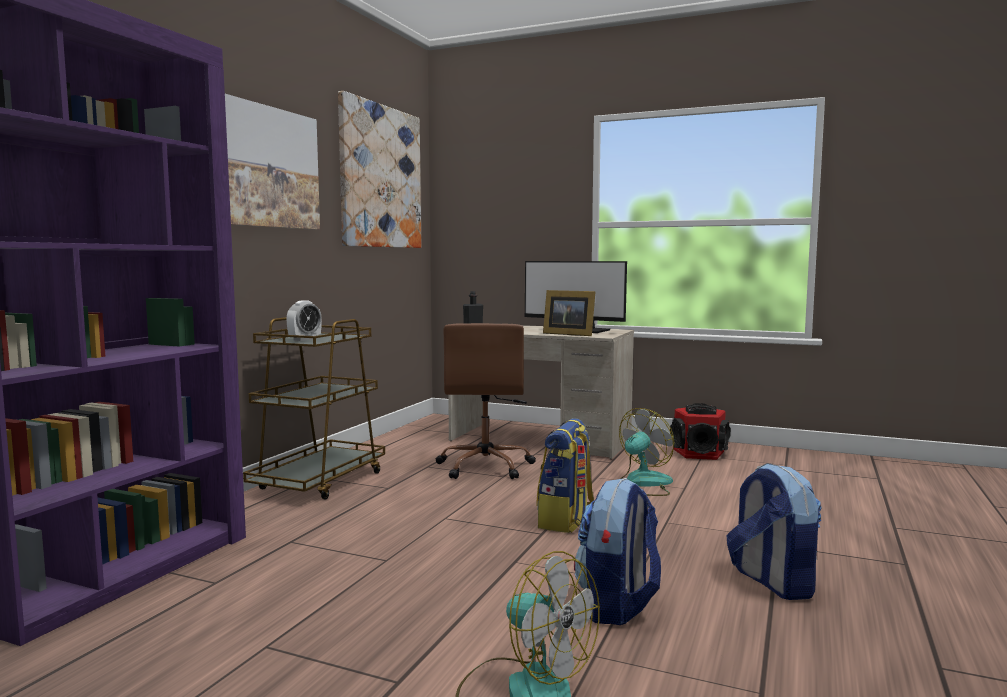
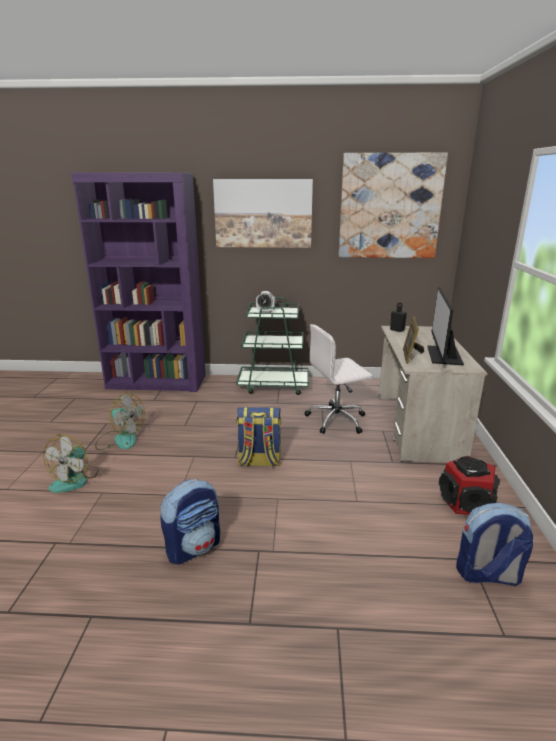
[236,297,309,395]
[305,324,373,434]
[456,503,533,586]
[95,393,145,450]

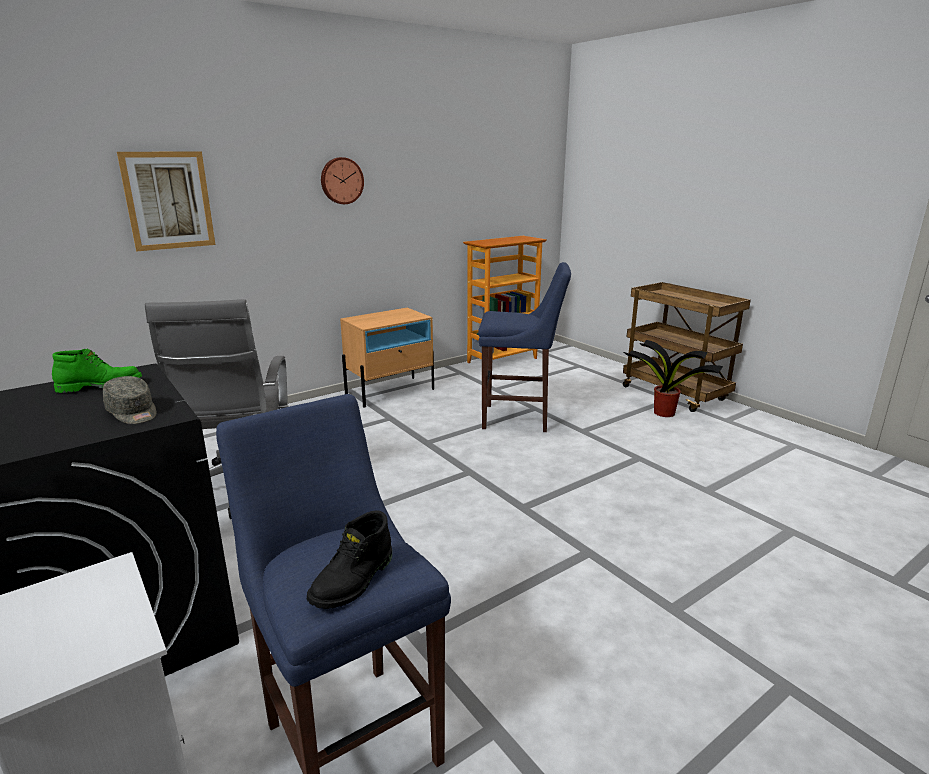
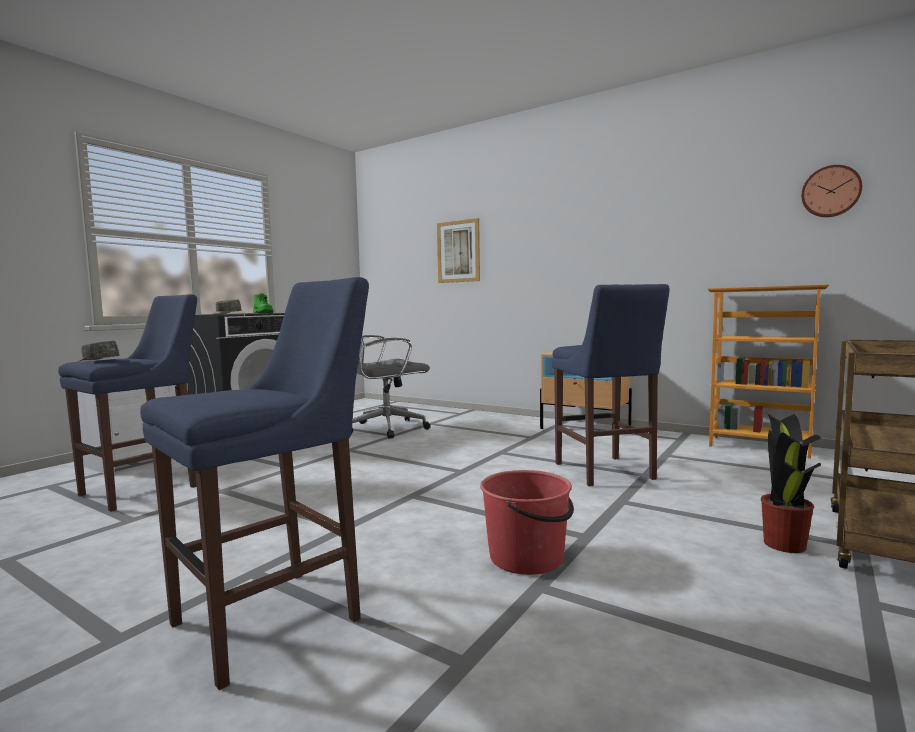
[78,341,119,362]
[801,165,863,217]
[140,277,369,690]
[480,470,574,575]

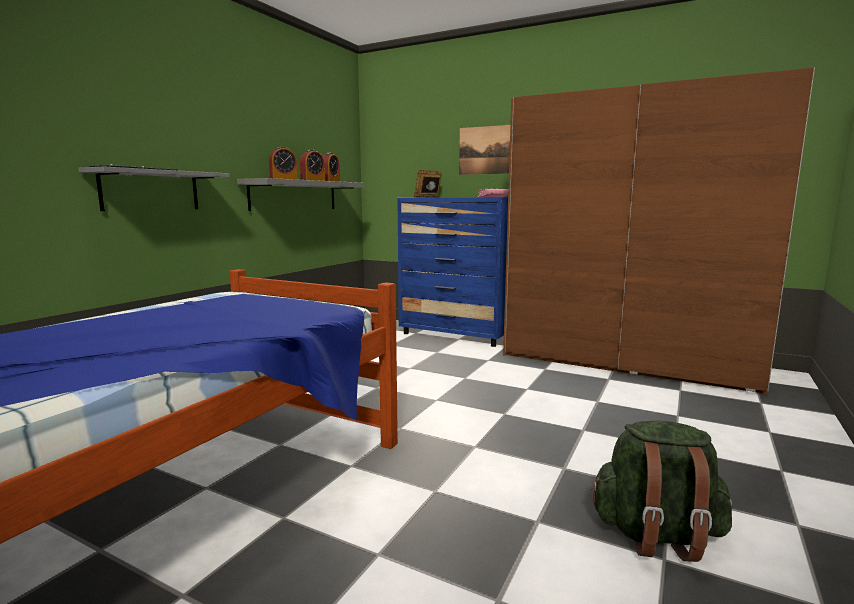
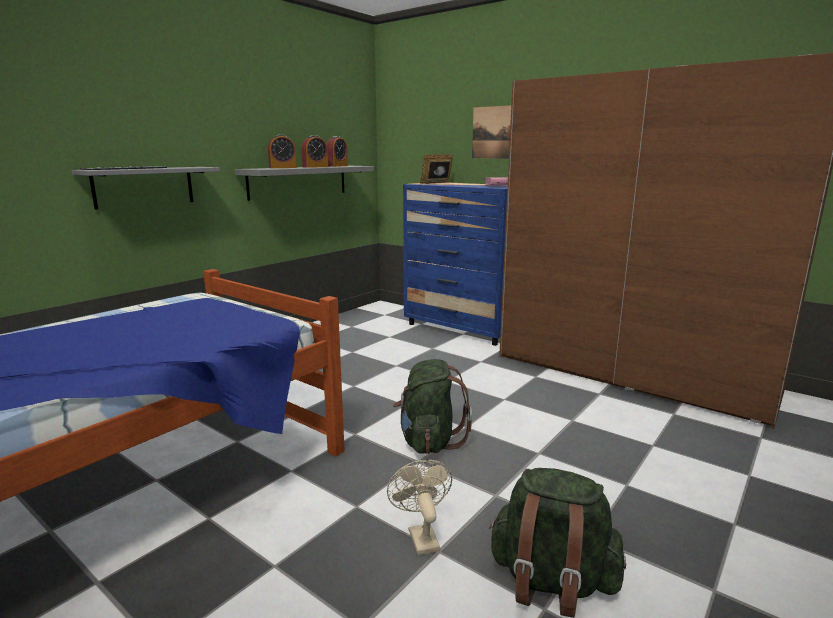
[387,459,452,555]
[393,359,472,454]

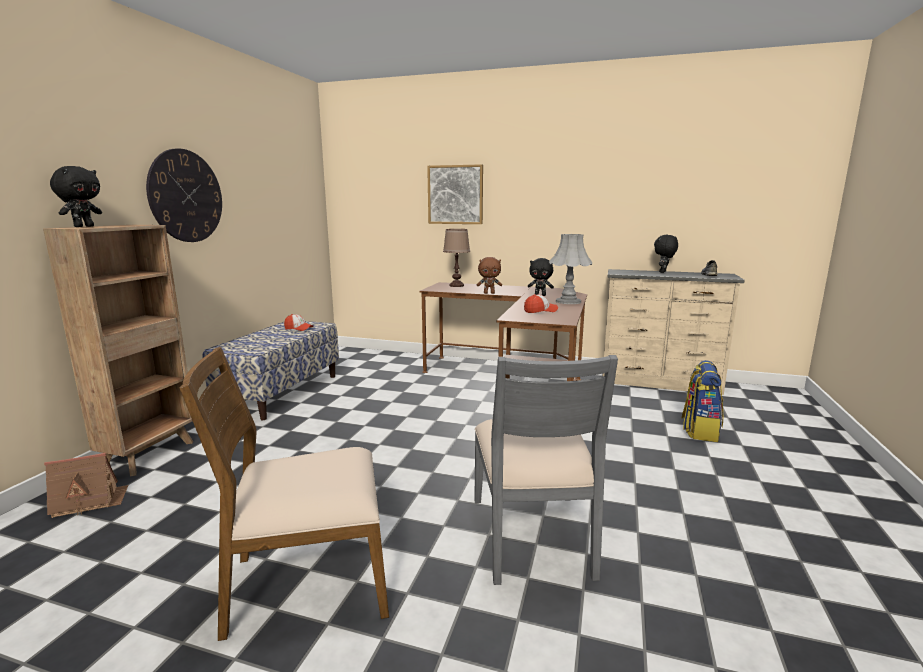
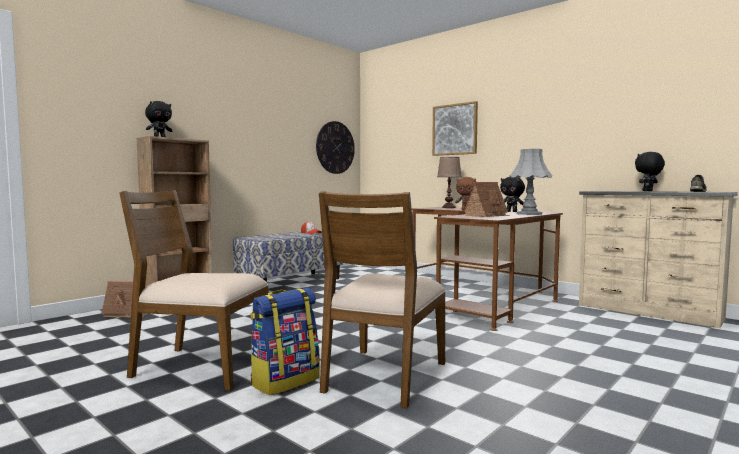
[316,121,355,174]
[319,191,446,408]
[463,182,510,217]
[250,288,320,395]

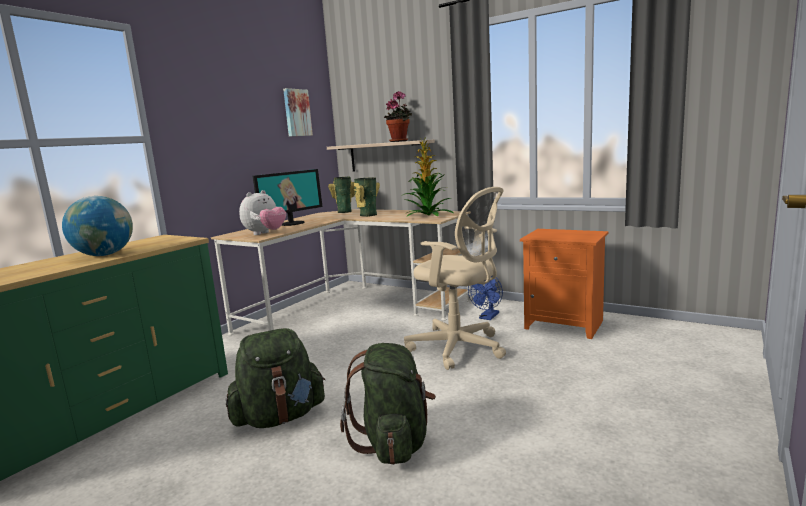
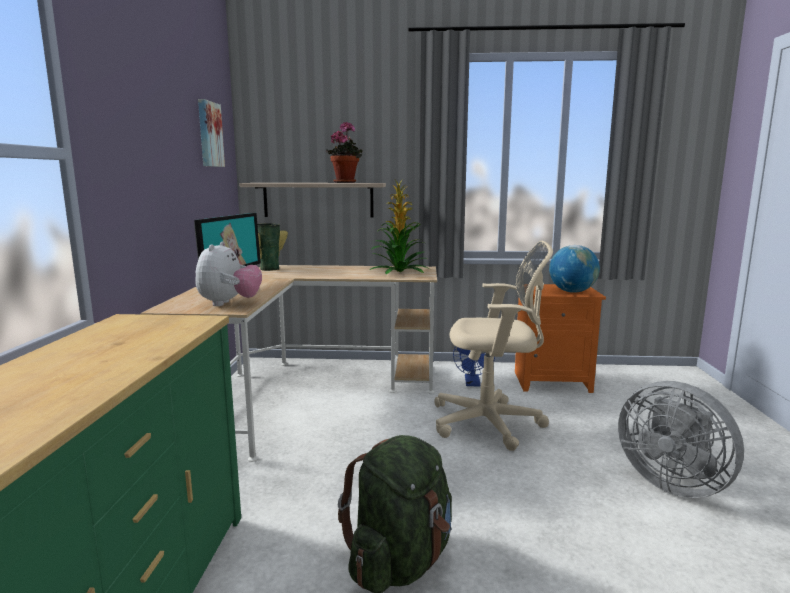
[549,245,600,293]
[340,343,436,465] (first image)
[354,178,380,217] (first image)
[618,381,744,498]

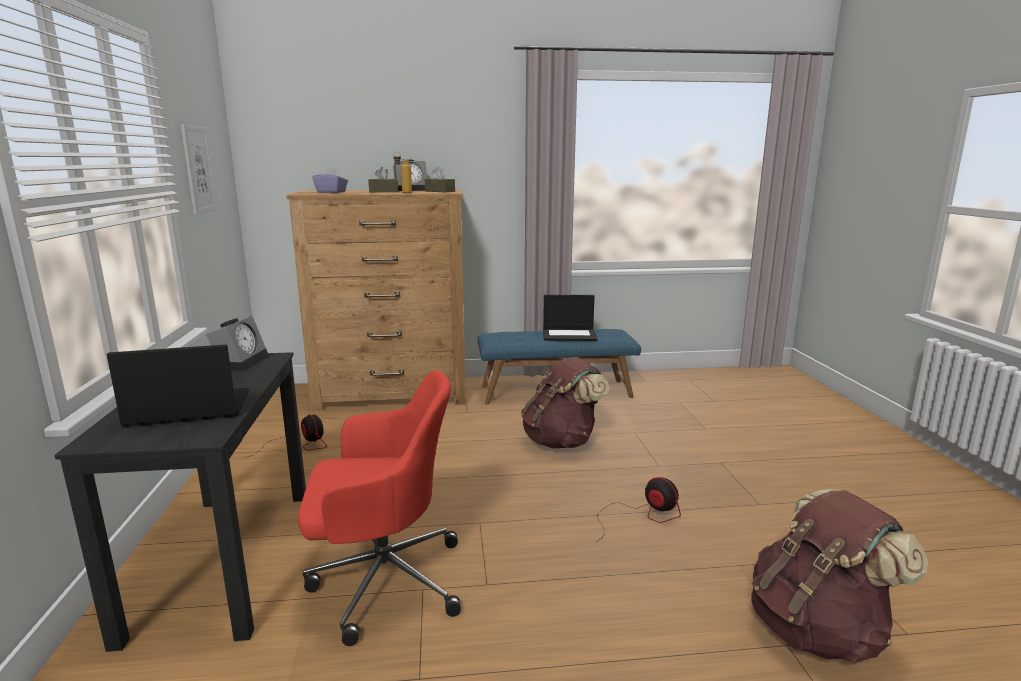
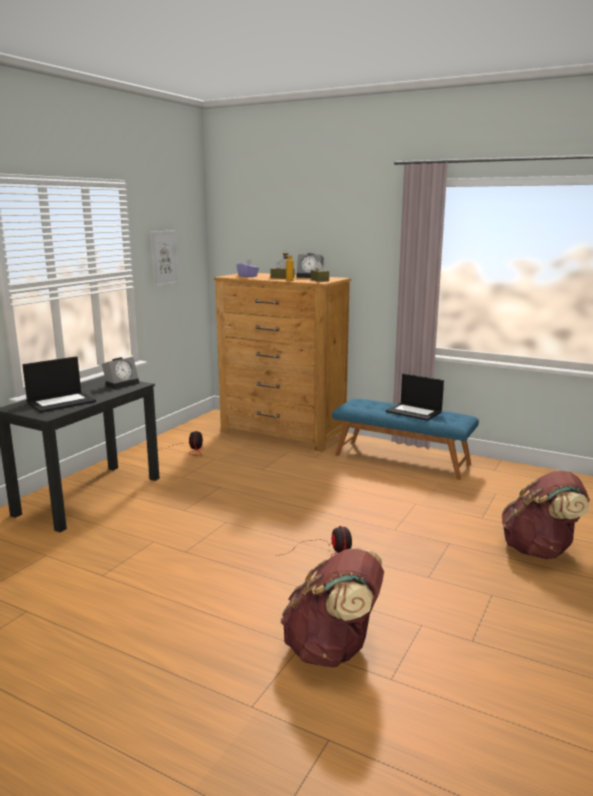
[22,356,96,413]
[298,370,461,646] (first image)
[502,471,590,559]

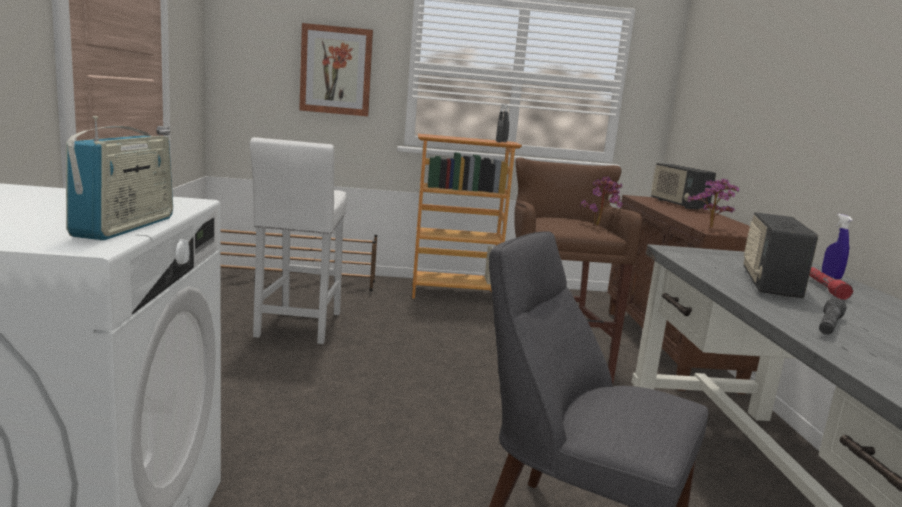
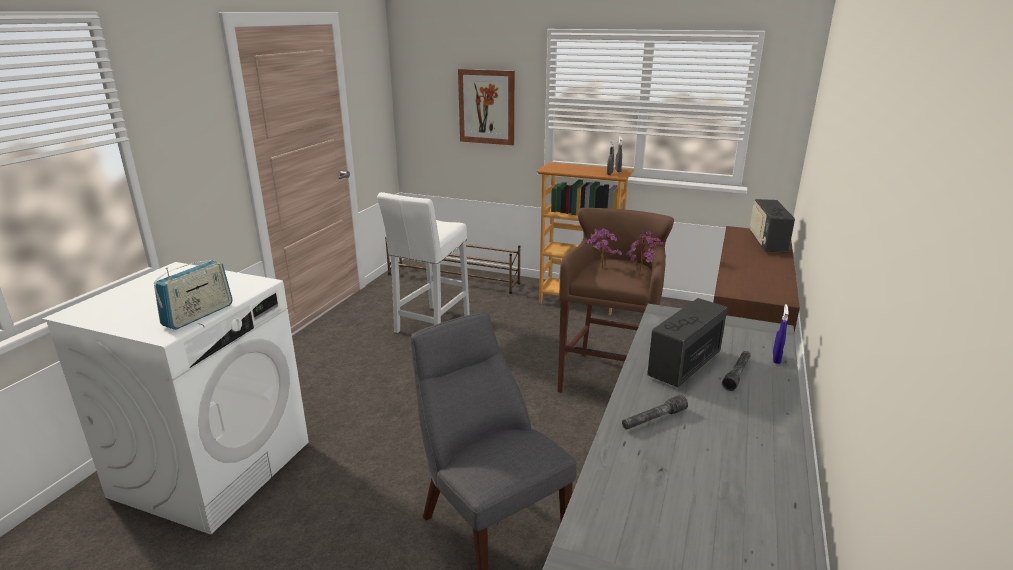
[585,228,622,268]
[722,351,751,391]

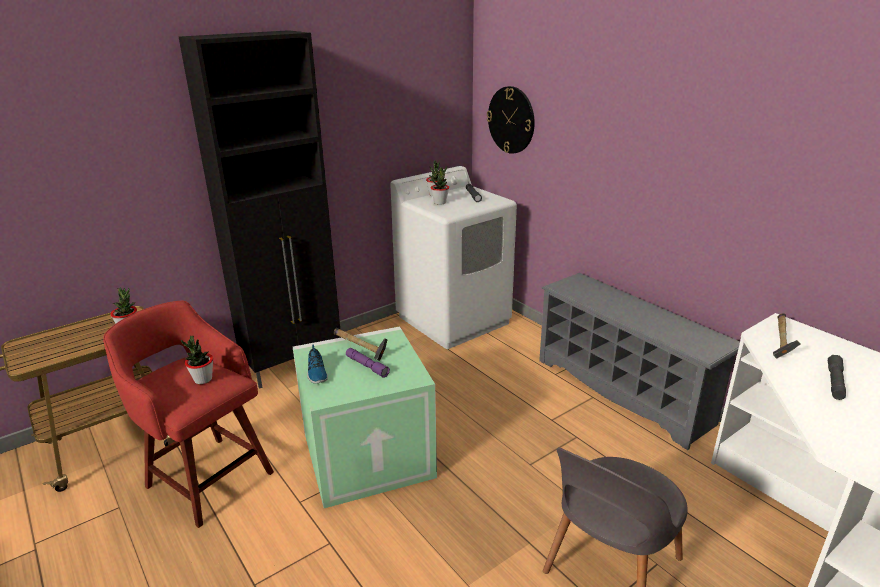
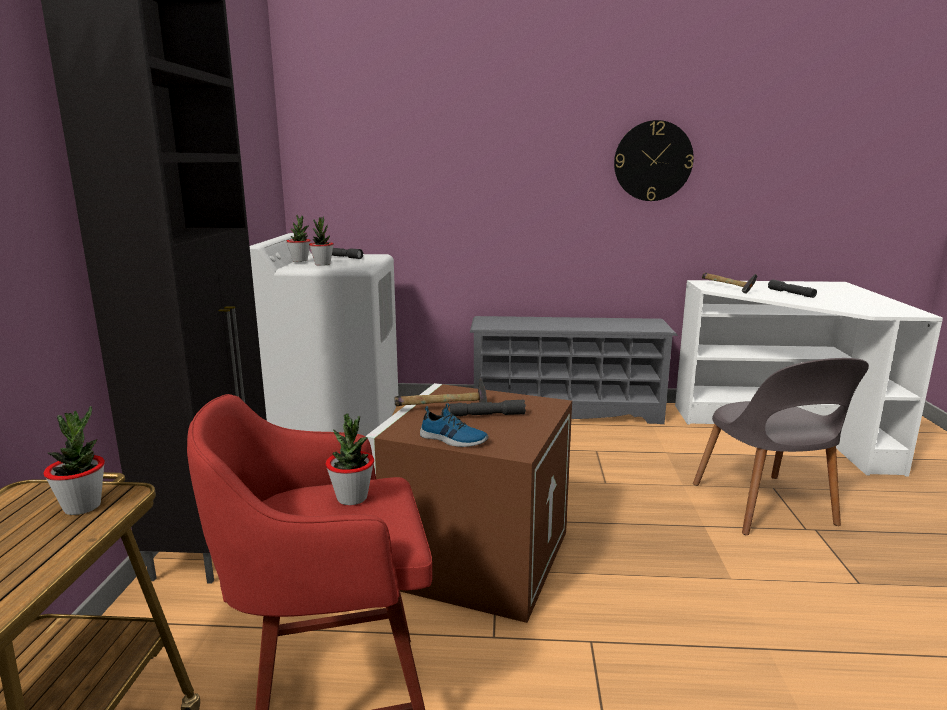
[365,383,572,623]
[450,399,526,416]
[614,120,694,201]

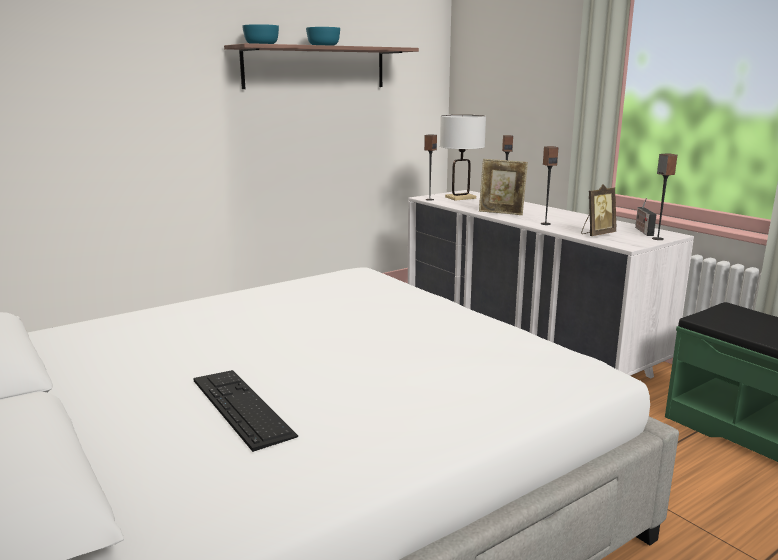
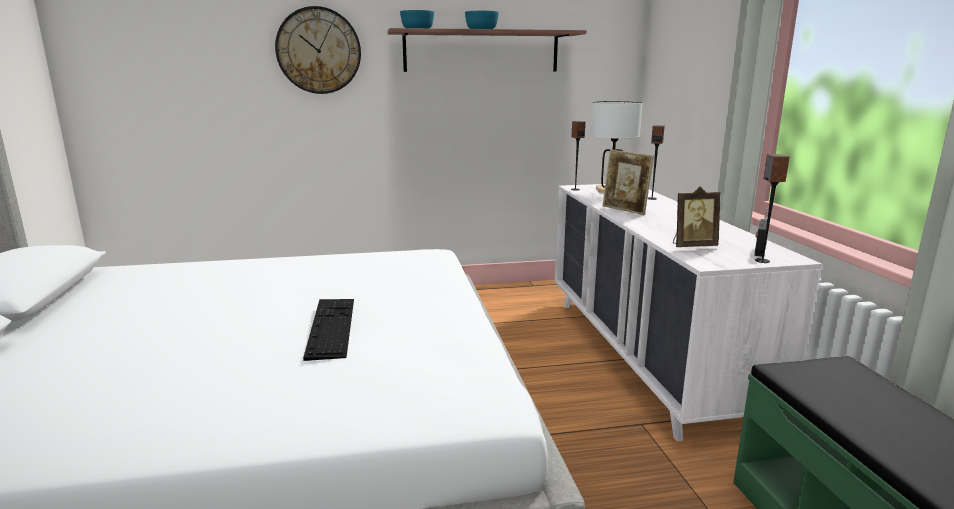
[303,299,354,361]
[541,146,558,225] (first image)
[275,6,361,94]

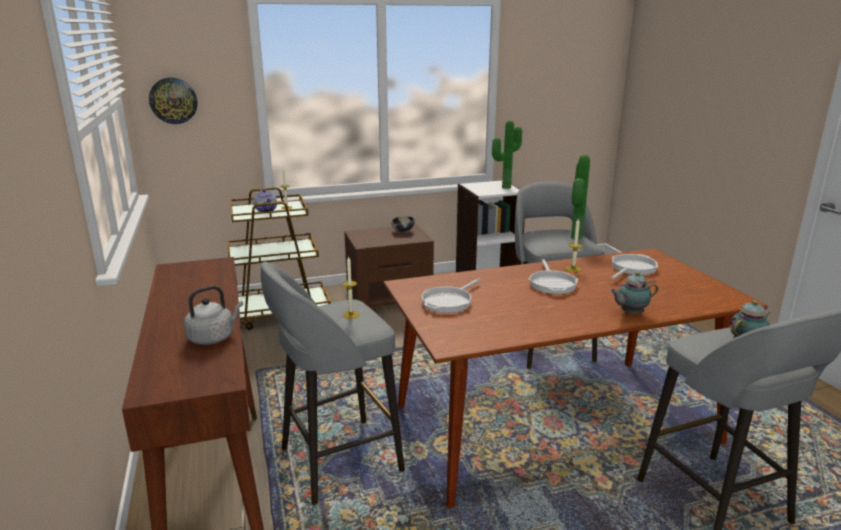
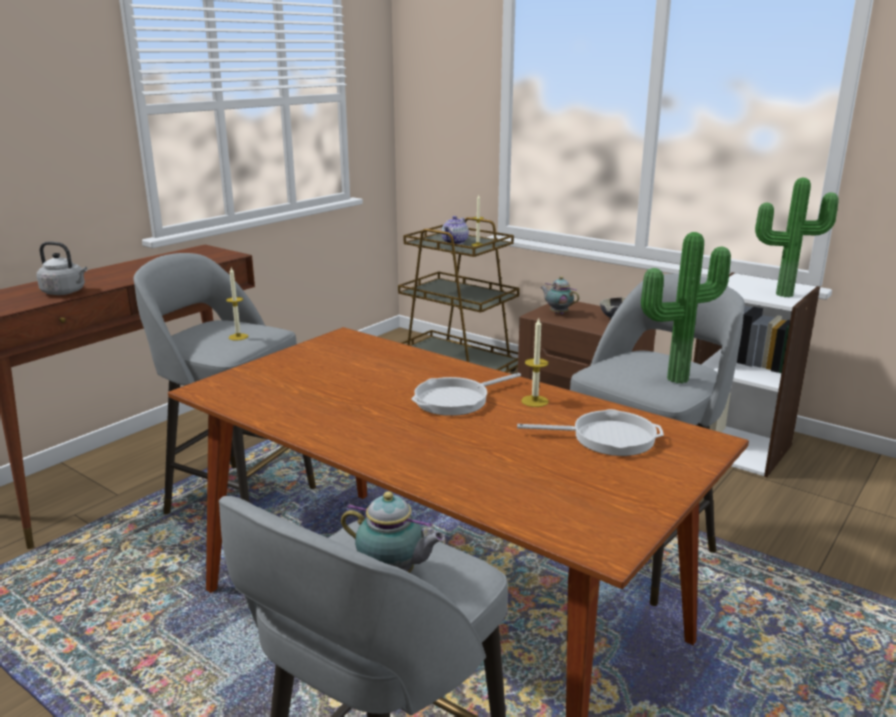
[149,78,198,124] (first image)
[422,278,480,313] (first image)
[540,276,579,314]

